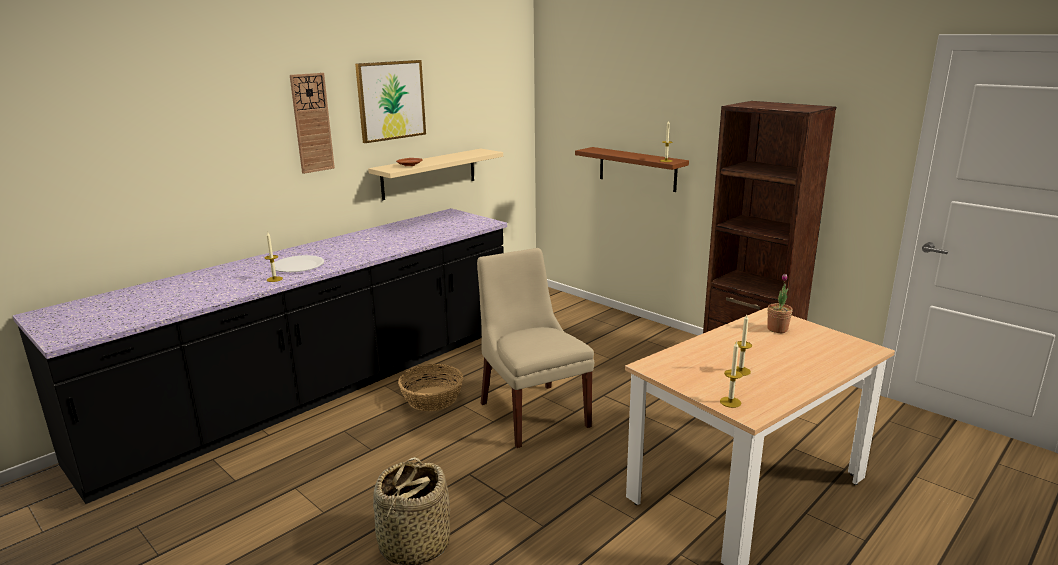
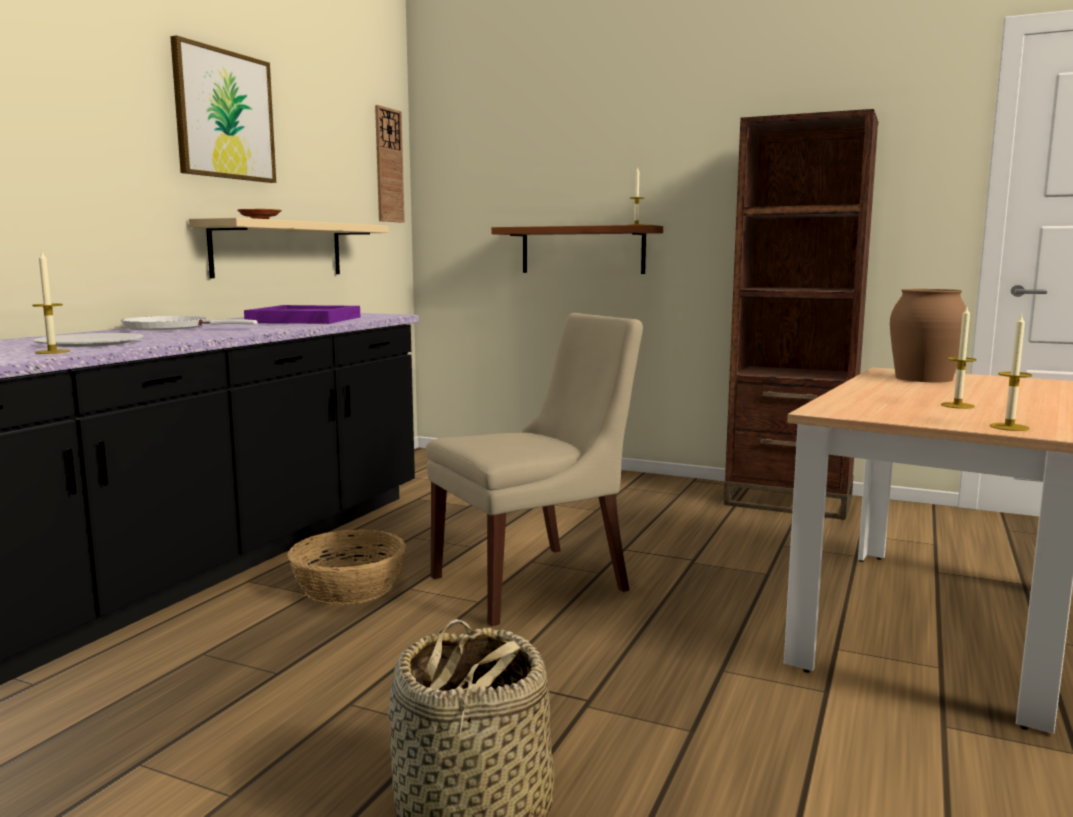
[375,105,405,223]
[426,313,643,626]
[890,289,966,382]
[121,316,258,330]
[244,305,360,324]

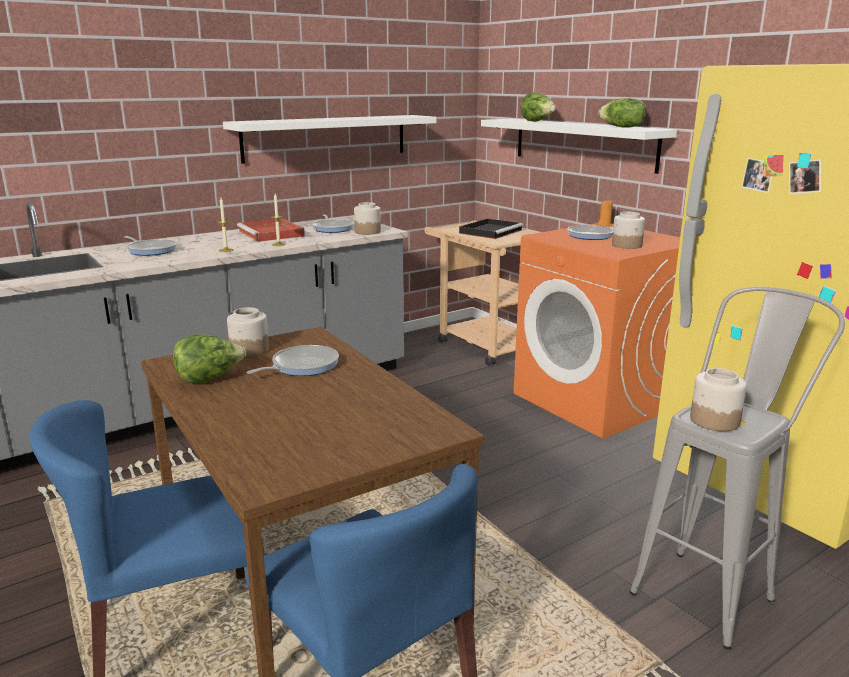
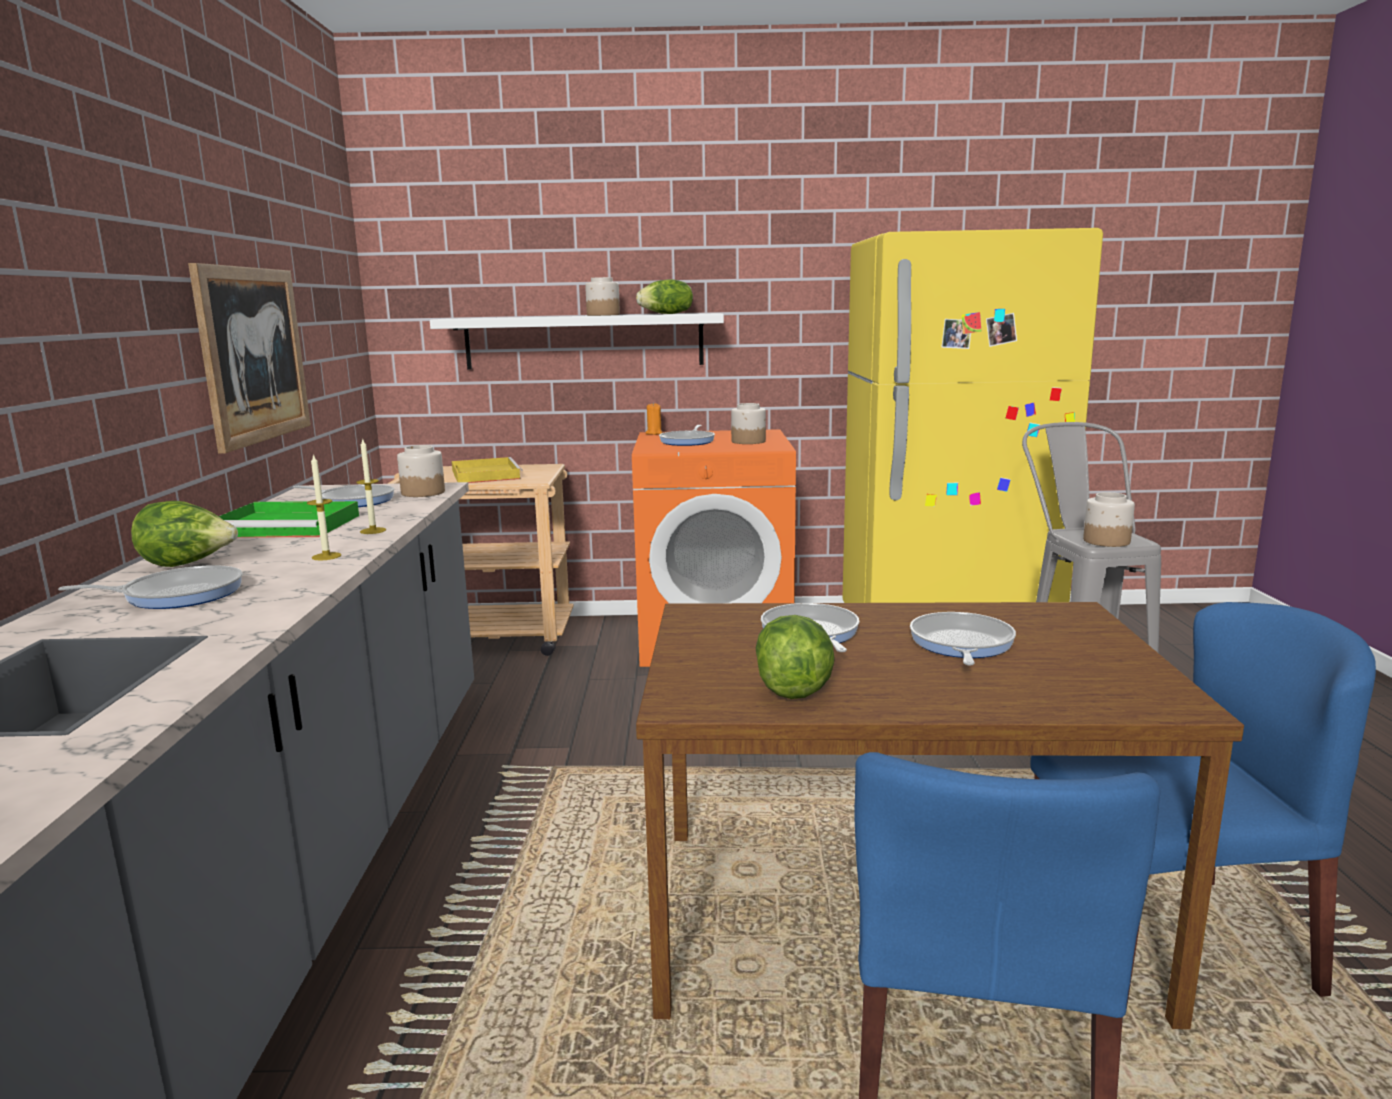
[188,263,311,454]
[585,277,620,316]
[219,501,359,538]
[452,457,523,483]
[131,501,238,567]
[910,612,1016,665]

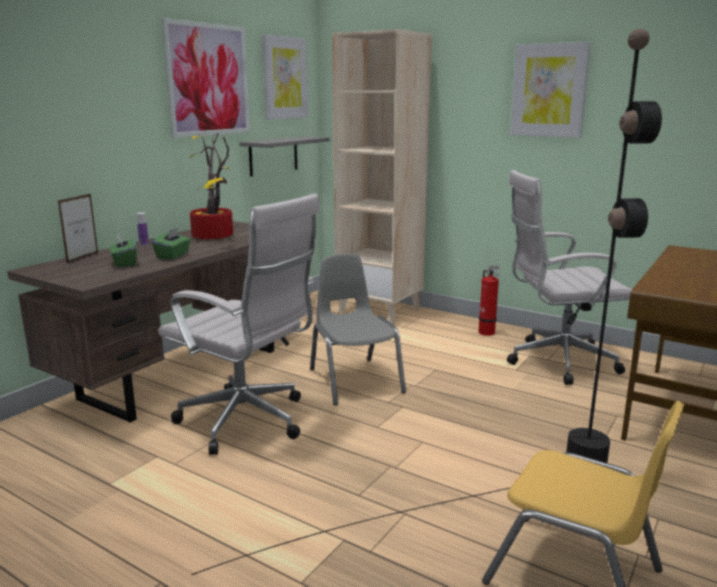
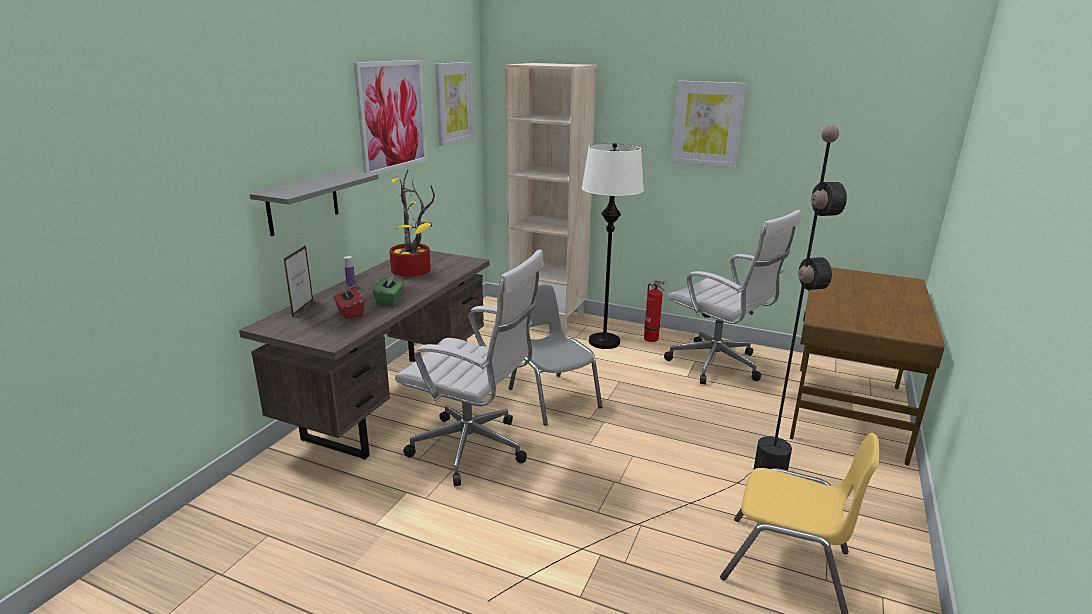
[333,286,364,319]
[250,171,378,236]
[664,210,801,384]
[581,143,644,349]

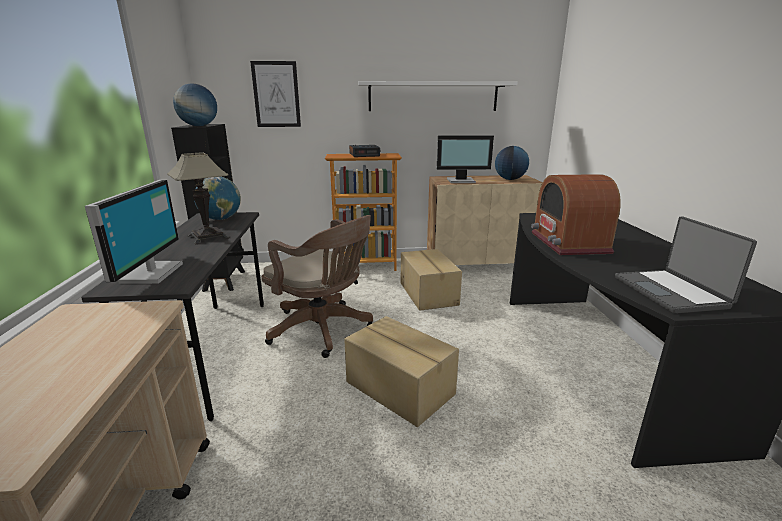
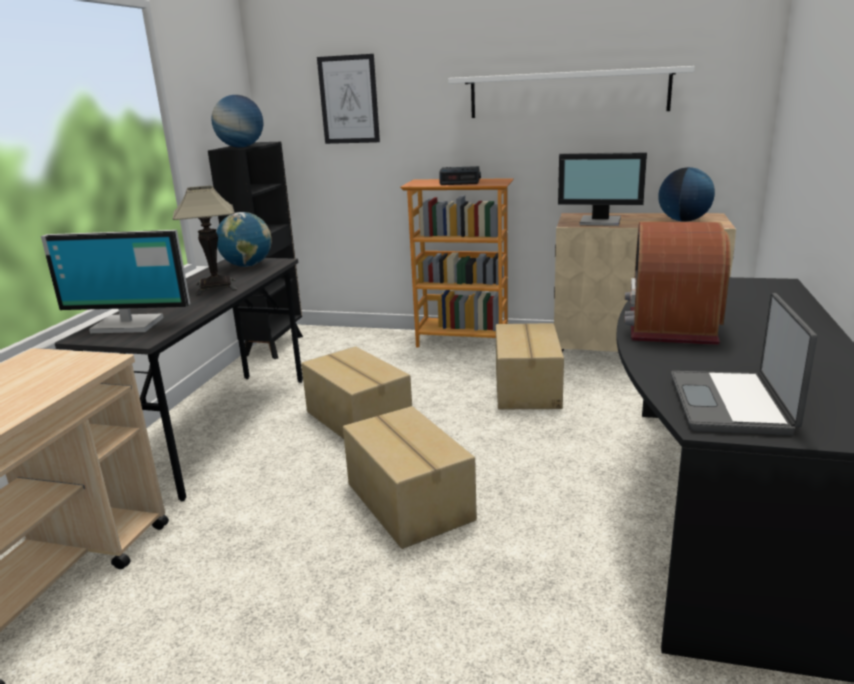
[41,230,190,333]
[301,346,412,439]

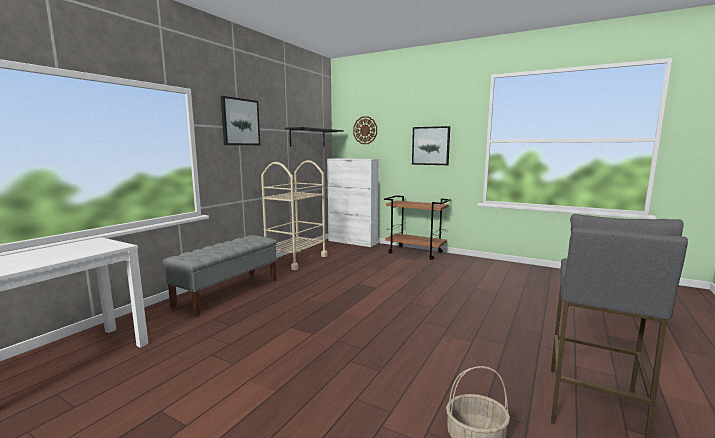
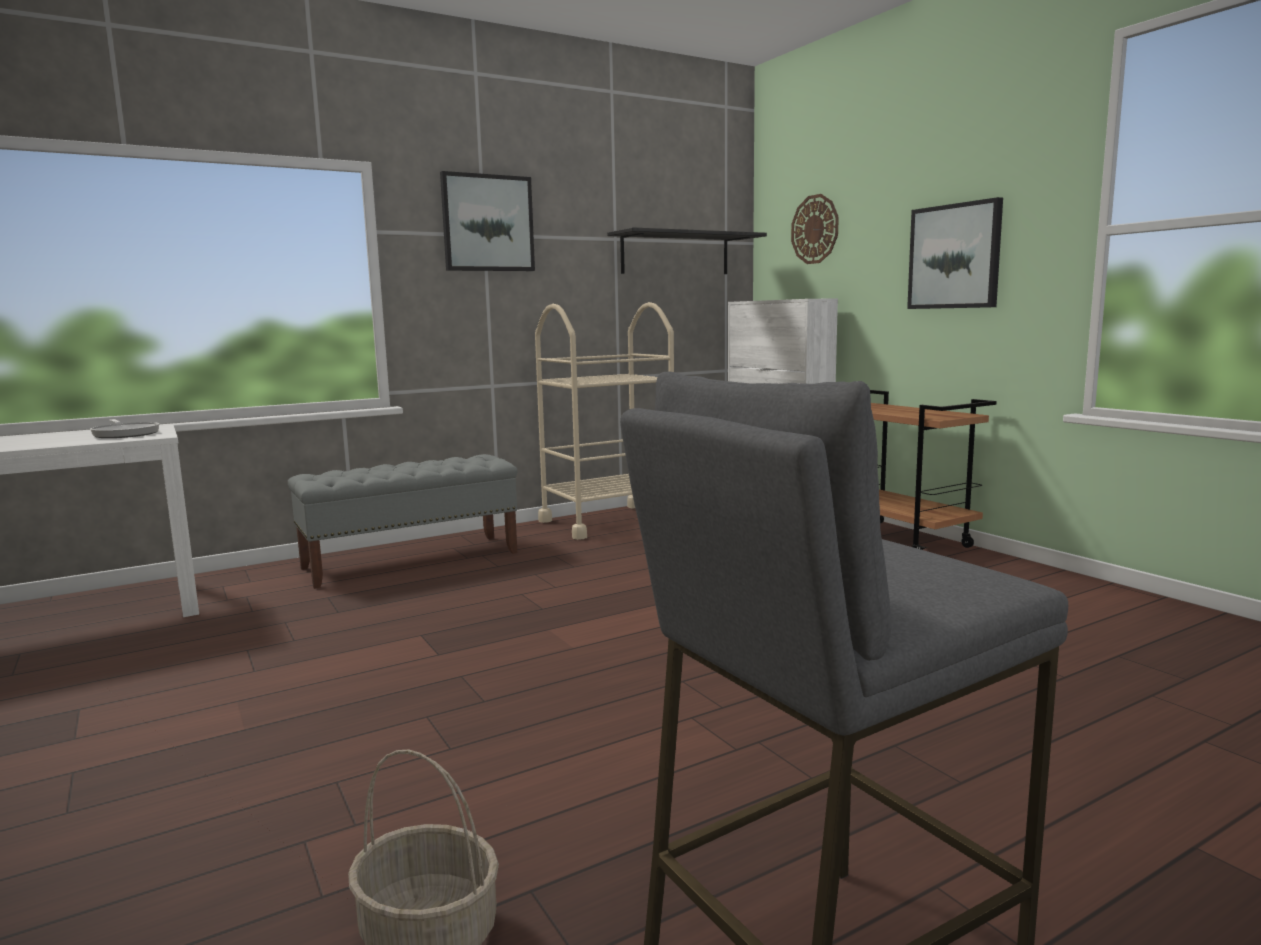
[90,419,160,438]

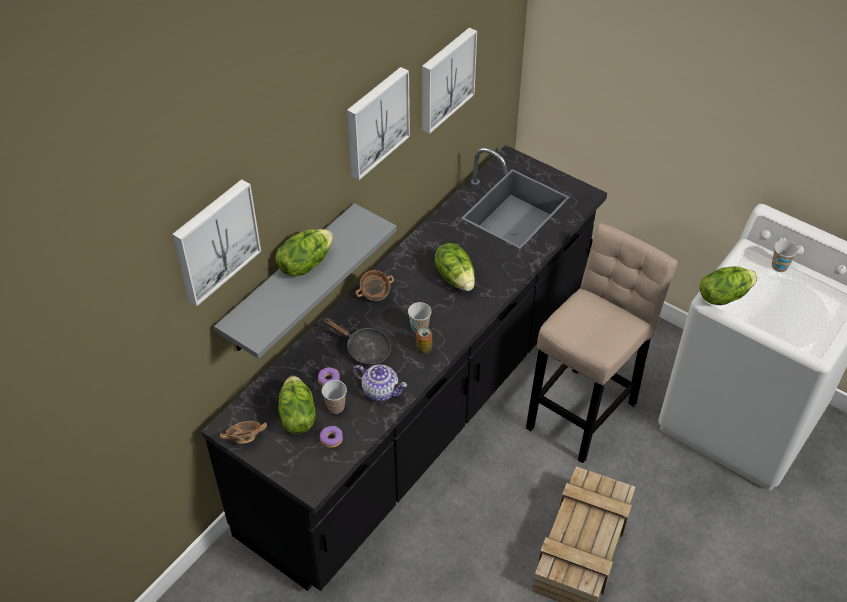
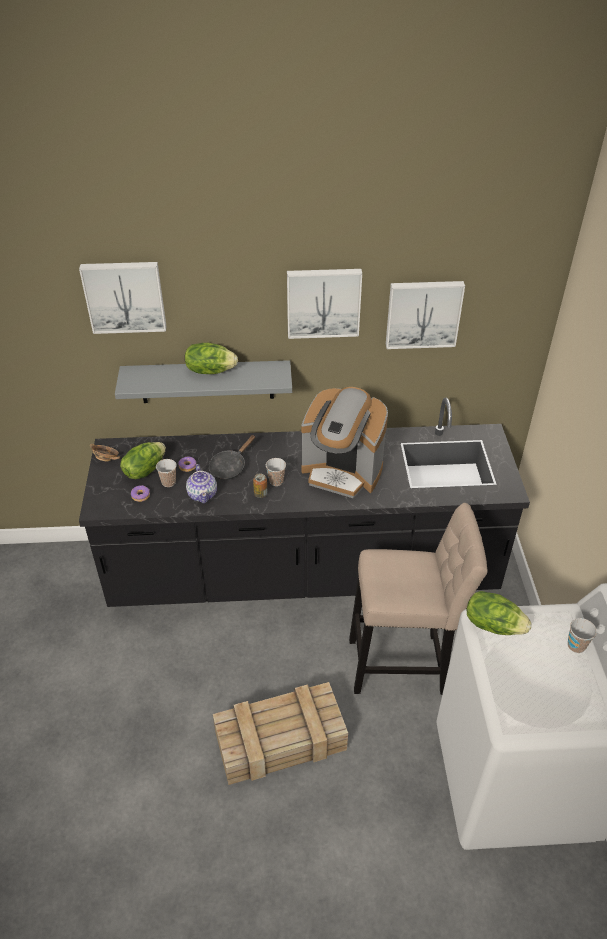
[209,435,255,480]
[355,270,394,301] (first image)
[301,387,388,498]

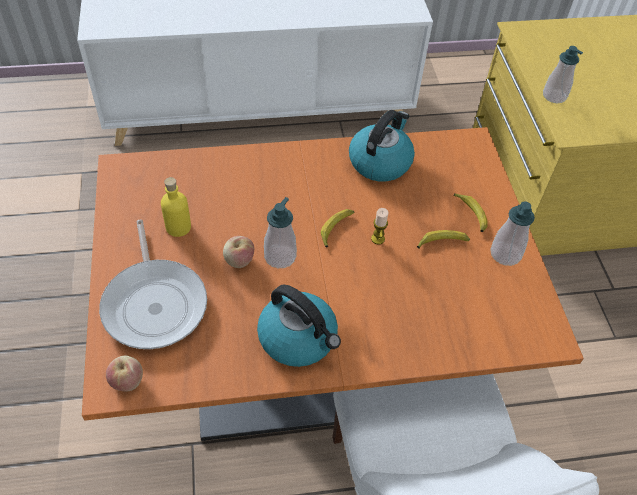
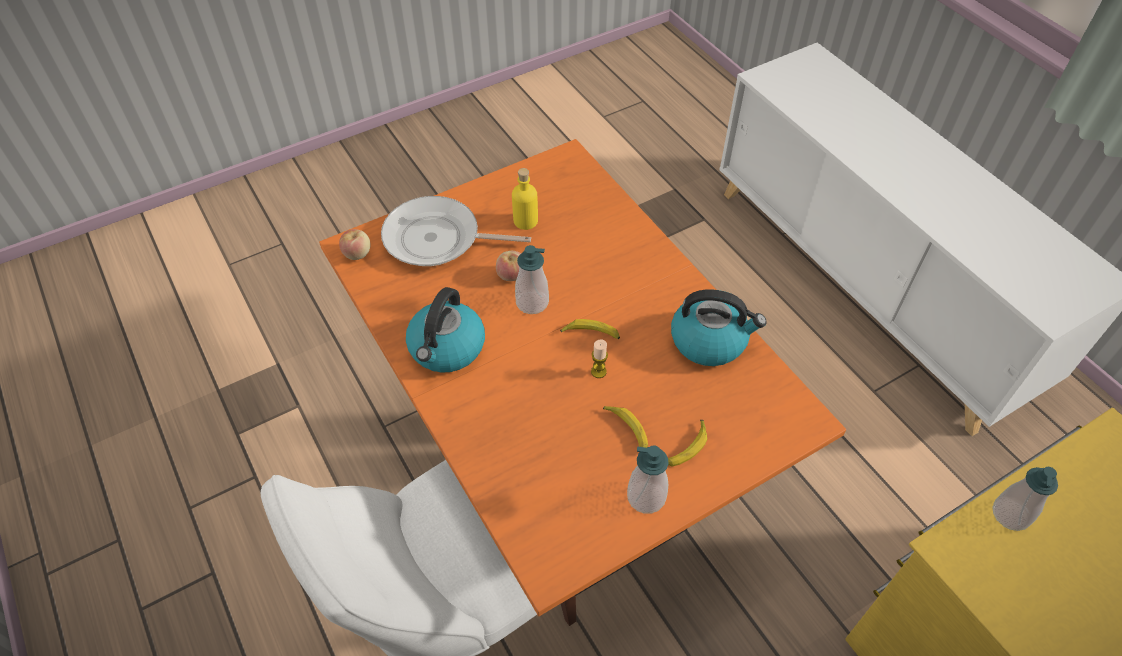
[381,196,531,266]

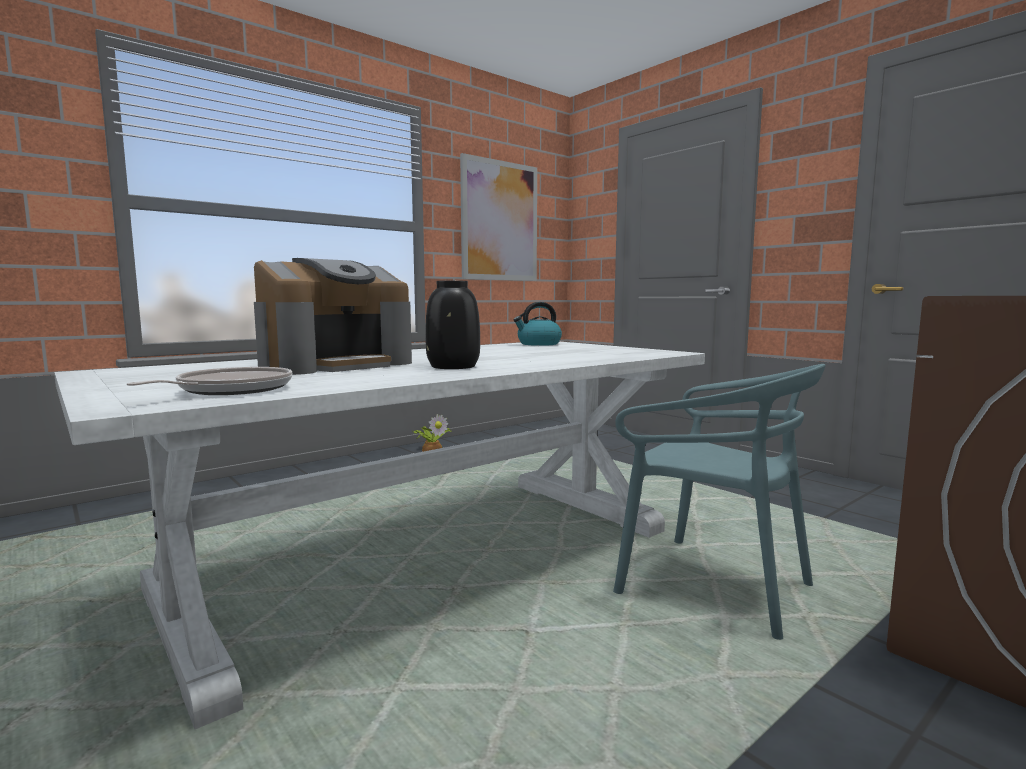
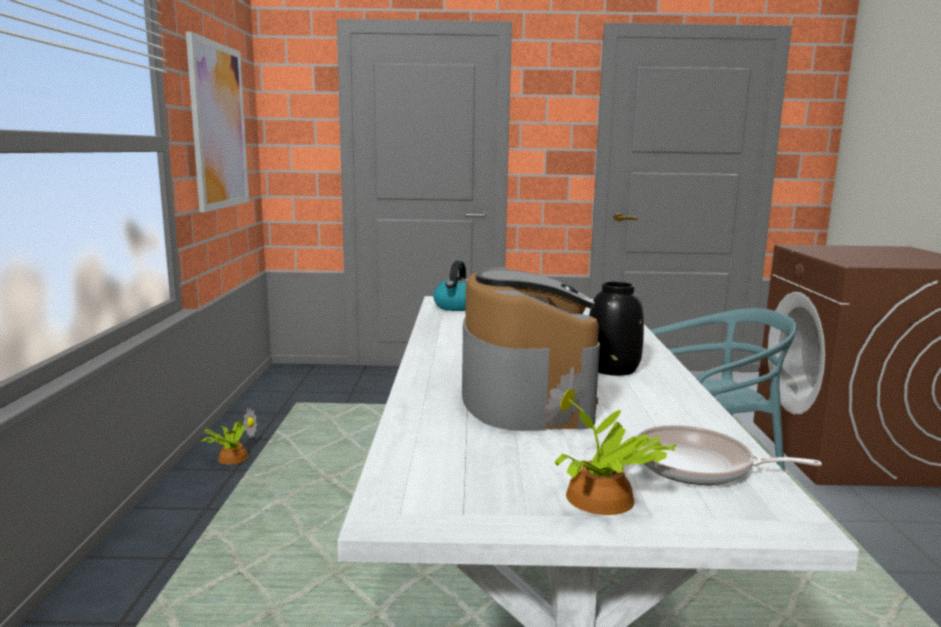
[634,425,822,485]
[545,367,677,515]

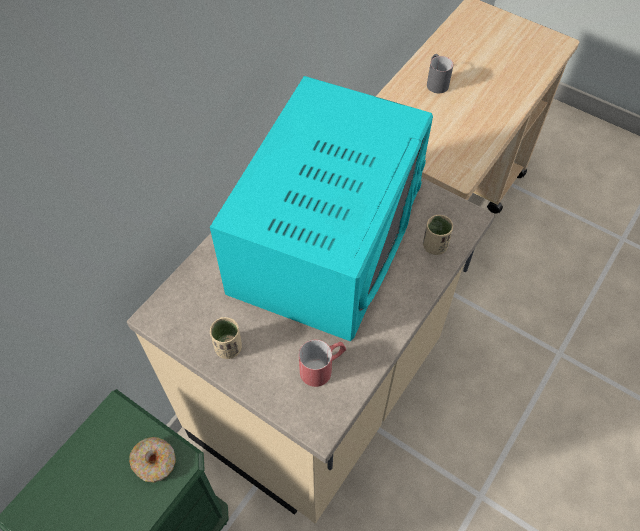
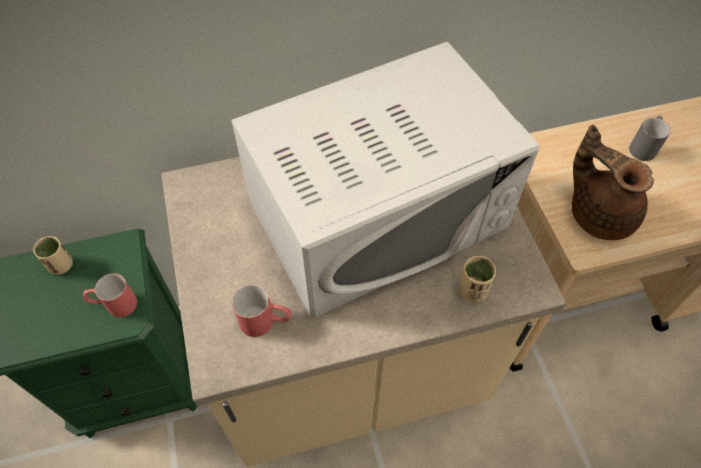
[83,273,137,318]
[231,41,540,318]
[33,236,73,275]
[572,125,654,240]

